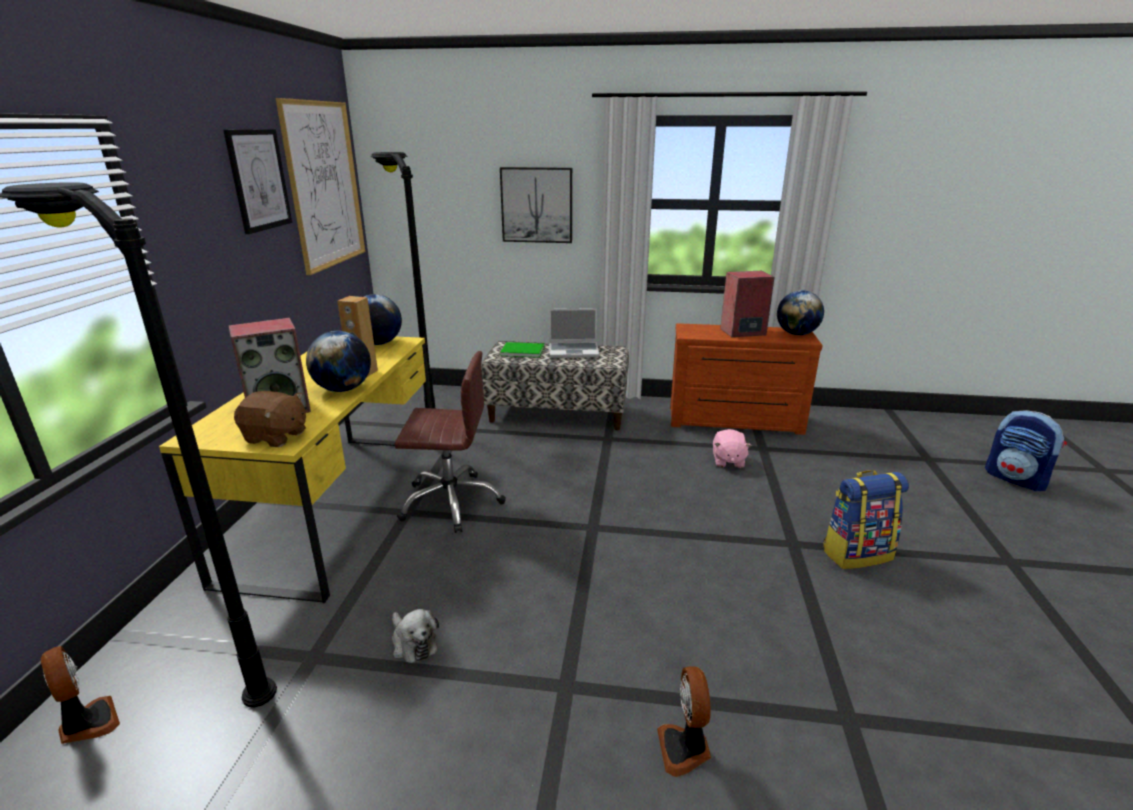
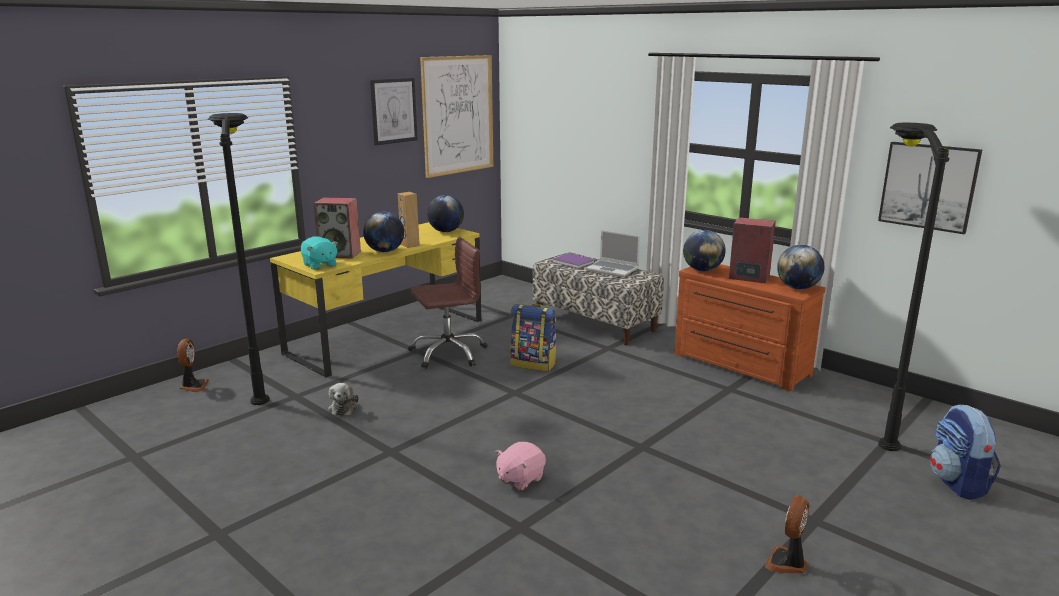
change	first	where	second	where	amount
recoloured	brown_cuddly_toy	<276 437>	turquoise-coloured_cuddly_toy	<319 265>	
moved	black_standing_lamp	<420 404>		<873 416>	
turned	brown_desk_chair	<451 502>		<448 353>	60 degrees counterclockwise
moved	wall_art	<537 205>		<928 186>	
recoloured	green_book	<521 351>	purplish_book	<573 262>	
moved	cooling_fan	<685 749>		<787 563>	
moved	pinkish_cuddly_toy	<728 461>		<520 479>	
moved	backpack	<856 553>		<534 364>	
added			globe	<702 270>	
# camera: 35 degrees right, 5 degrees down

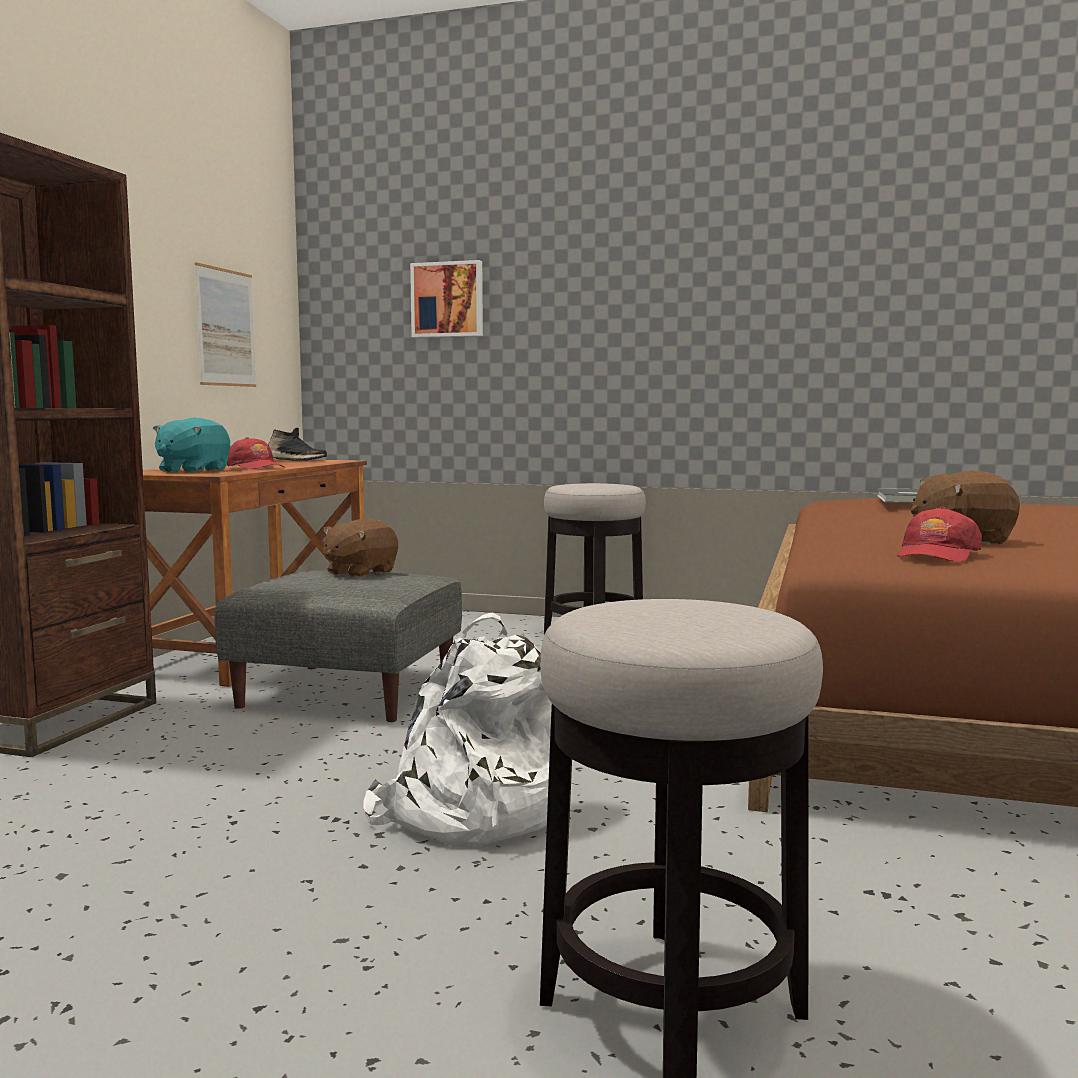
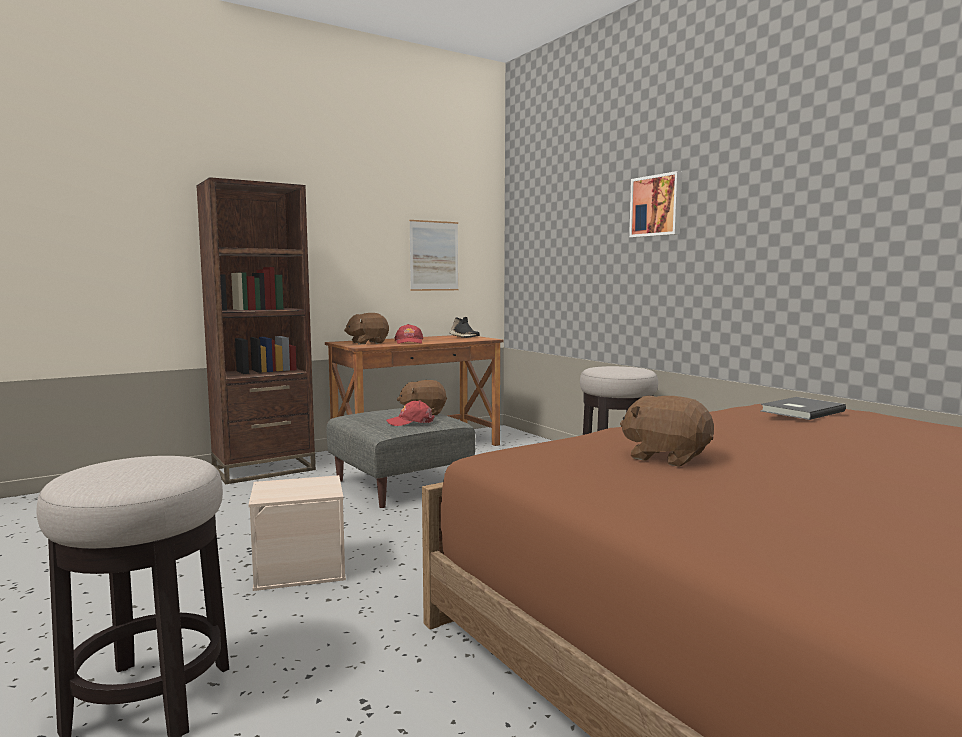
change	first	where	second	where	amount
recoloured	turquoise-coloured_cuddly_toy	<192 471>	brown_cuddly_toy	<367 343>	
replaced	white_backpack	<471 812>	beige-coloured_storage_bin	<301 569>	
moved	wall_art	<448 300>		<657 206>	
moved	red_peaked_cap	<937 554>		<410 422>	
# camera: 40 degrees right, 0 degrees up

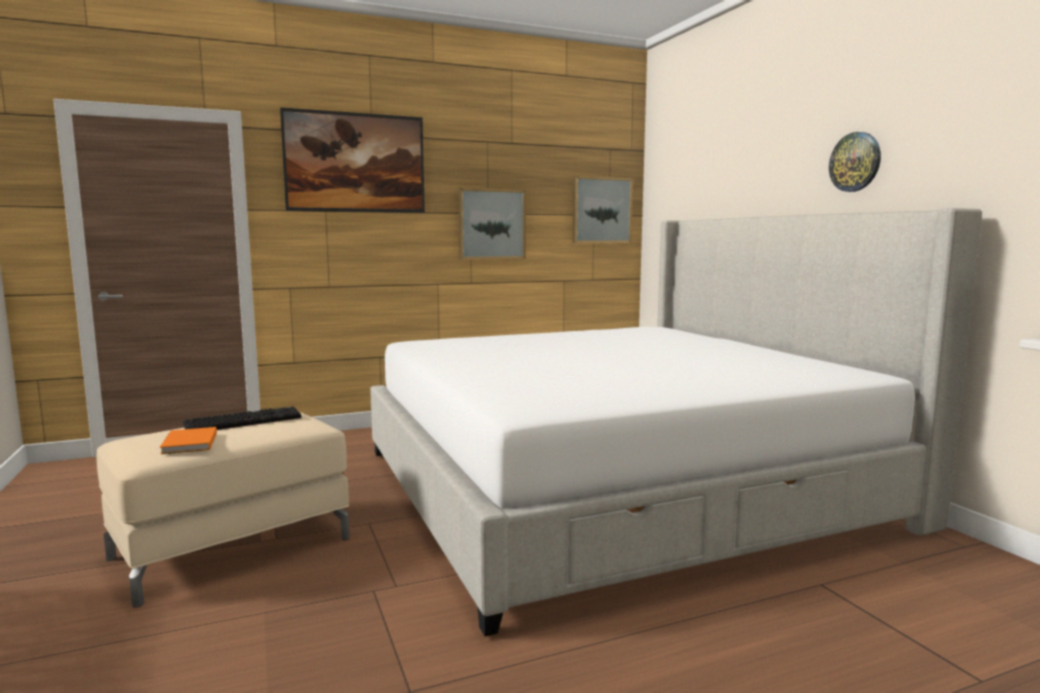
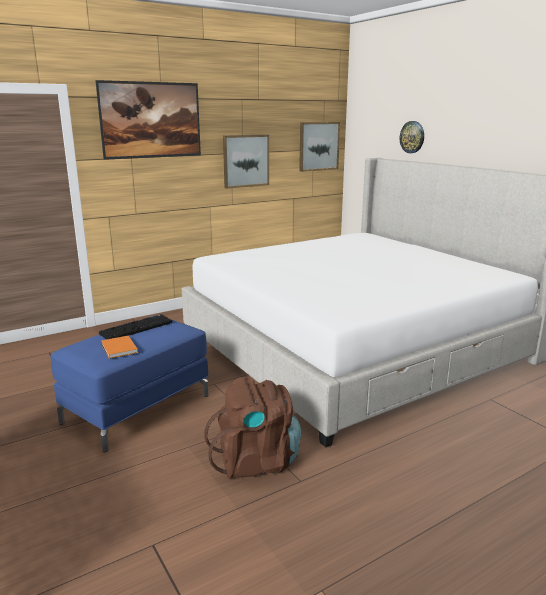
change	first	where	second	where	amount
recoloured	beige-coloured_footrest	<231 549>	blue_footrest	<137 409>	
moved	clock_on_the_wall	<855 162>		<412 137>	
added			brown_backpack	<256 461>	
# camera: 10 degrees left, 10 degrees up

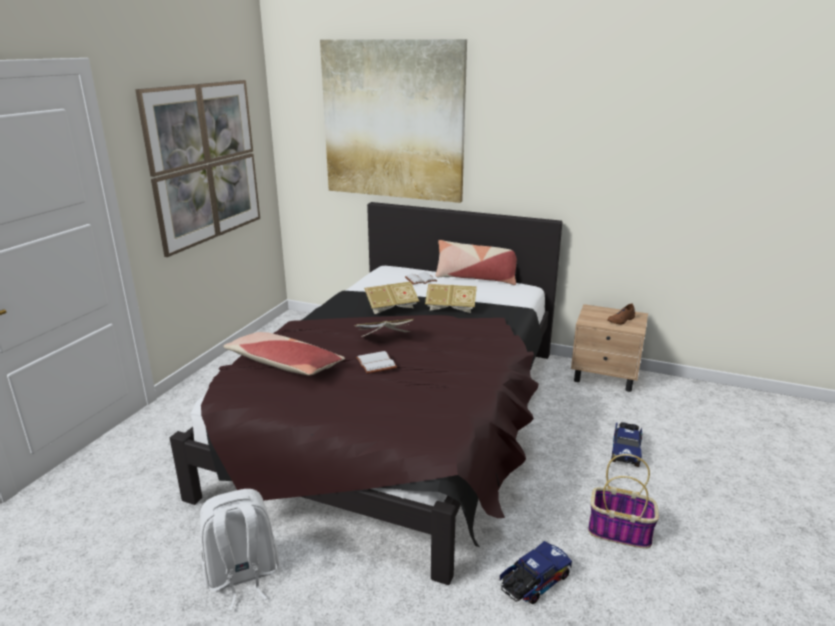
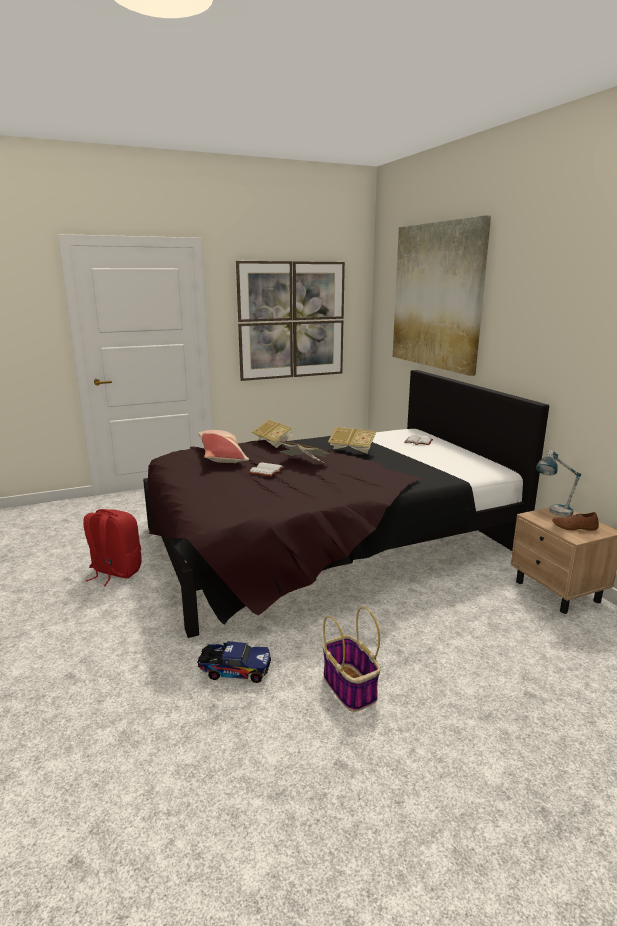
change	first	where	second	where	amount
recoloured	white_backpack	<242 576>	red_backpack	<115 572>	
moved	book	<450 308>		<273 442>	
removed	cushion	<475 278>			
removed	model_truck	<626 451>			
added			tabletop_lamp	<553 513>	
# camera: 45 degrees right, 5 degrees down

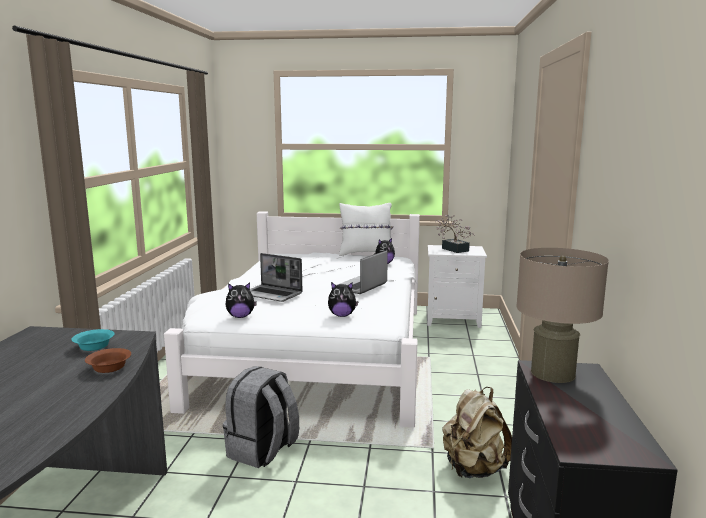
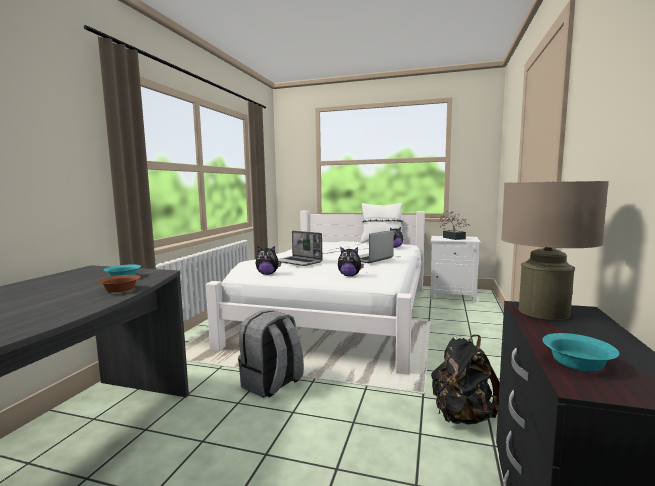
change	first	where	second	where	amount
recoloured	beige-coloured_backpack	<474 469>	black_backpack	<462 416>	
added			turquoise-coloured_bowl	<578 362>	
# camera: 10 degrees right, 5 degrees down

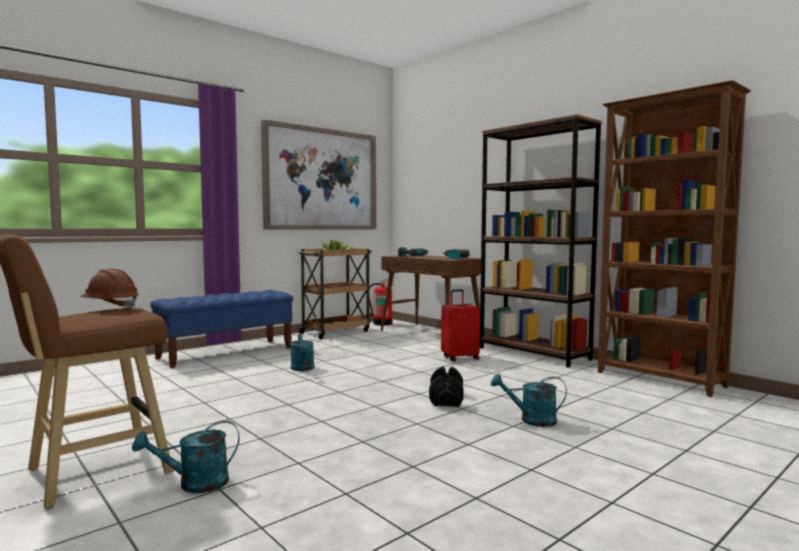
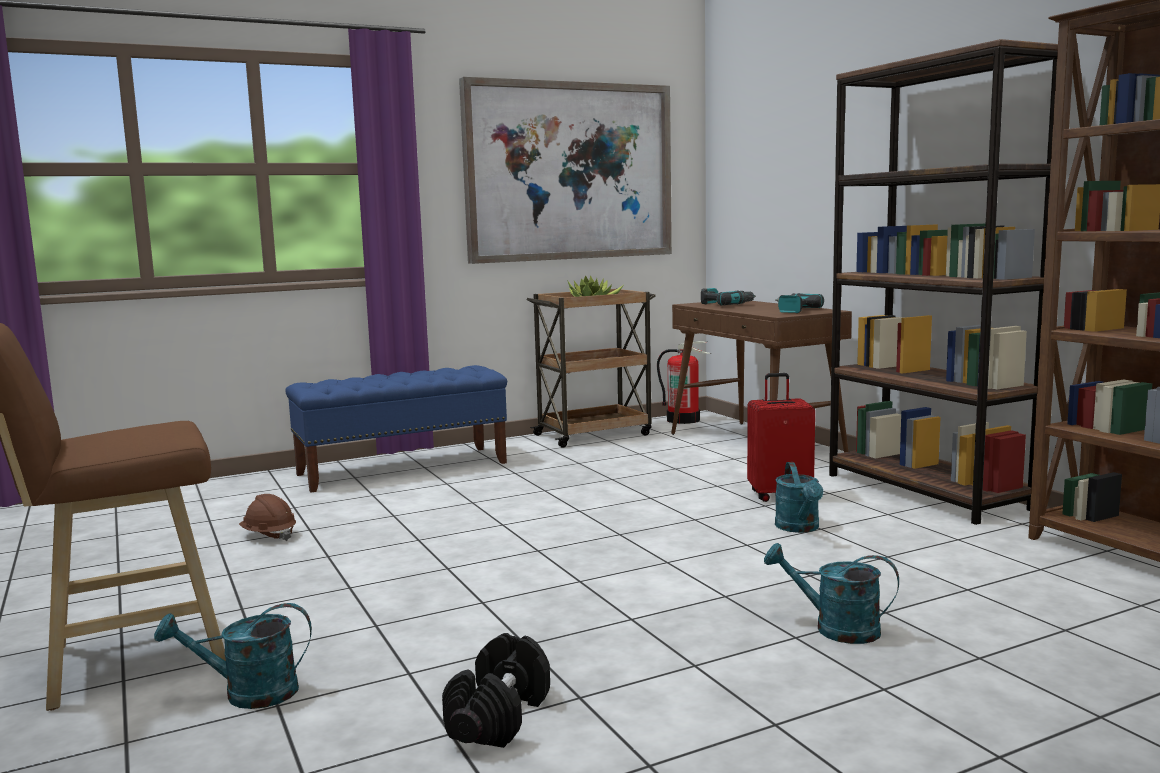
change	first	where	second	where	amount
moved	brown_work_helmet	<110 307>		<269 536>	
moved	turquoise-coloured_sprinkling_can	<303 369>		<799 528>	
moved	black_free_weight	<446 399>		<498 716>	
# camera: 15 degrees right, 5 degrees up

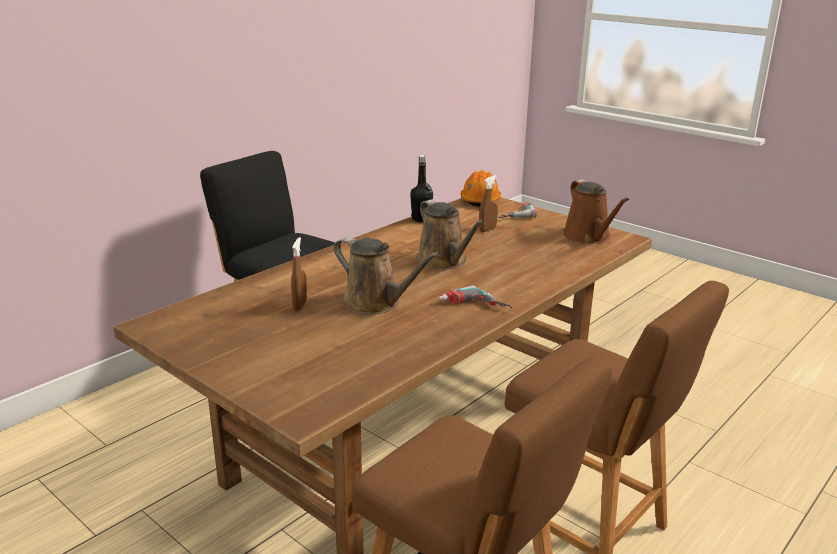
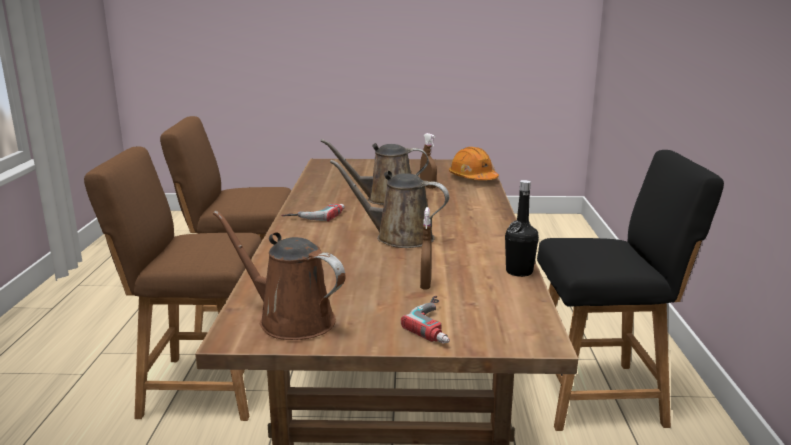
change	first	where	second	where	amount
moved	orangey_work_helmet	<480 200>		<472 178>	
# camera: 140 degrees right, 5 degrees down

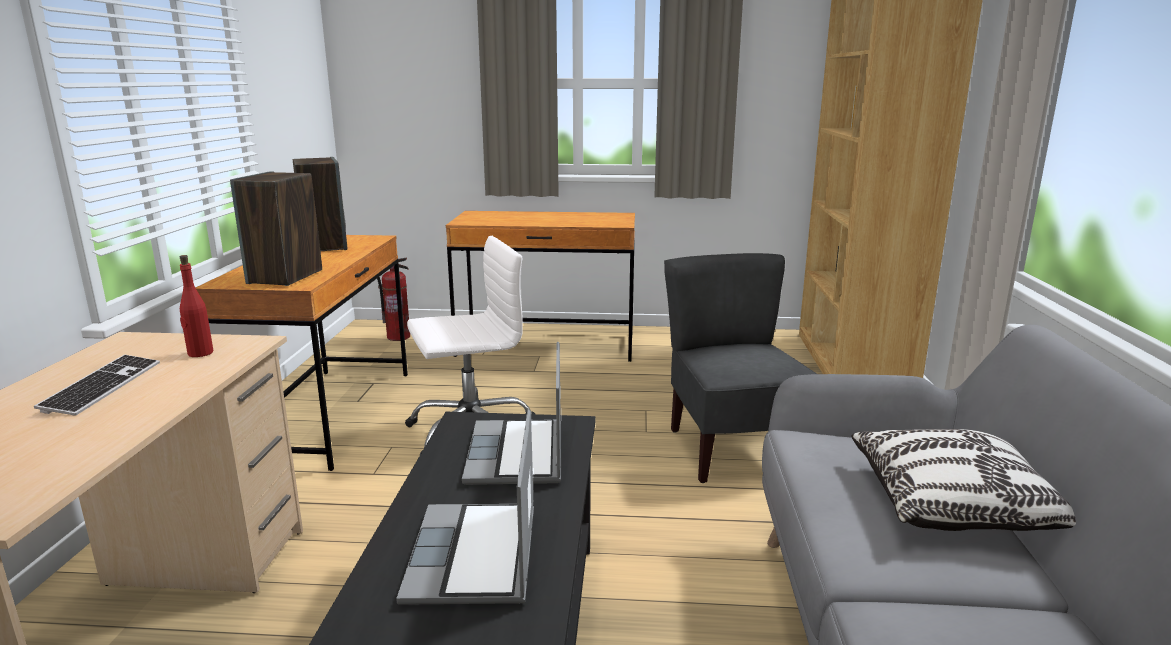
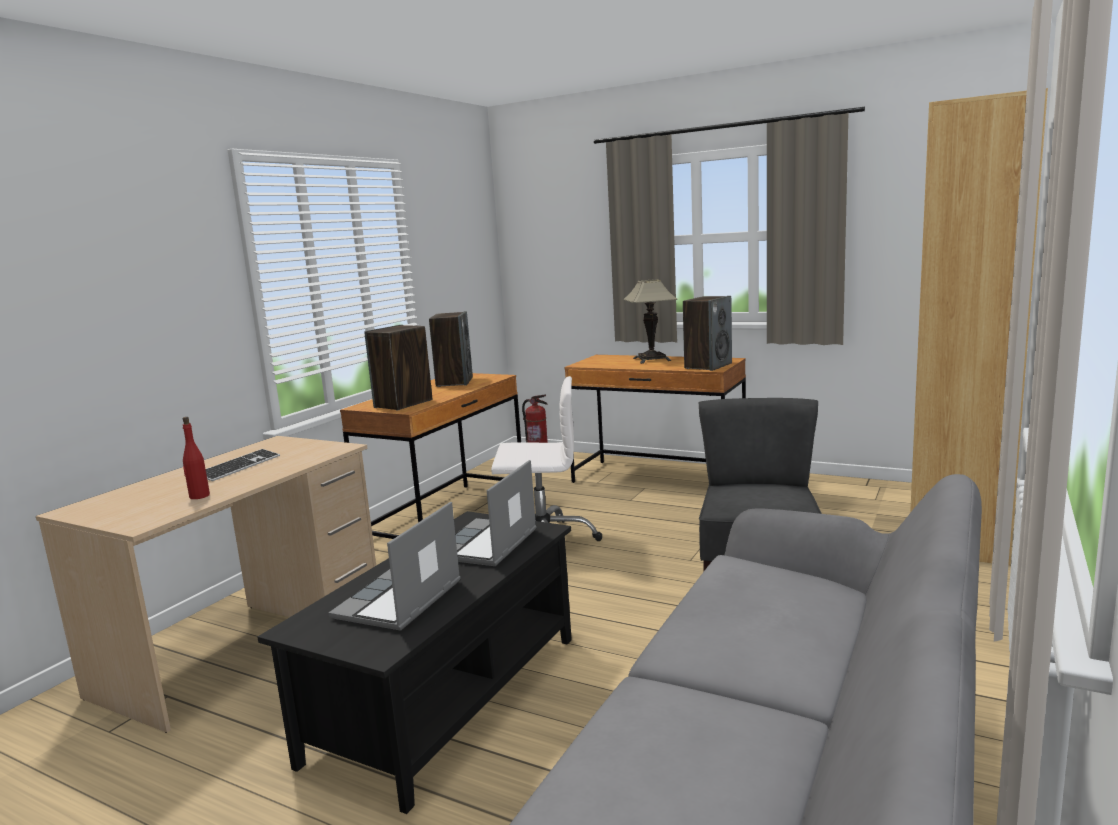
change	first	where	second	where	amount
moved	red_bottle	<200 353>		<199 496>	
removed	cushion	<954 505>			
added			tabletop_lamp	<651 359>	
added			speaker	<708 366>	
# camera: 25 degrees right, 5 degrees down

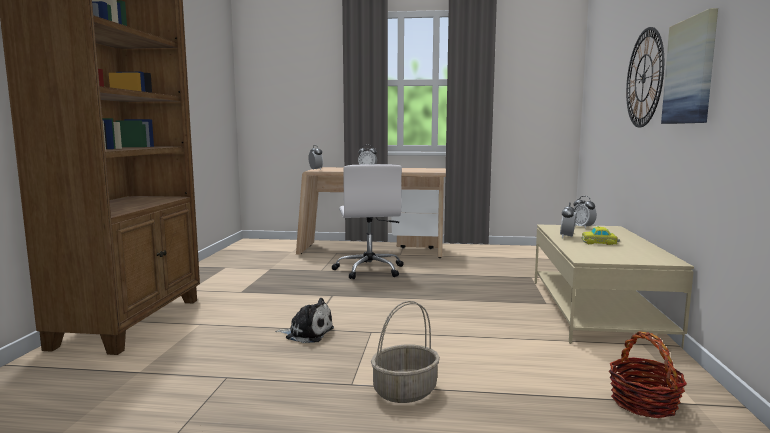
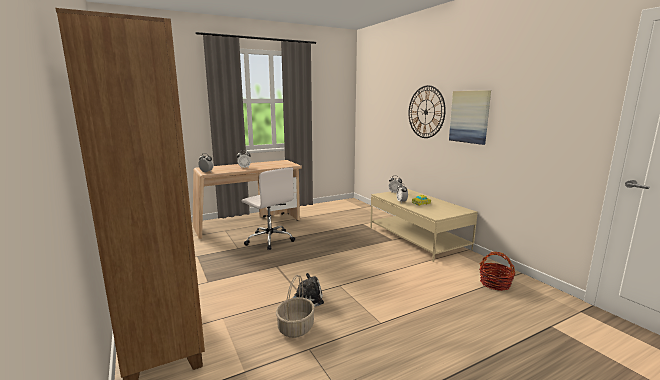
change	first	where	second	where	amount
moved	storage_basket	<405 391>		<295 327>	
# camera: 35 degrees left, 5 degrees up

